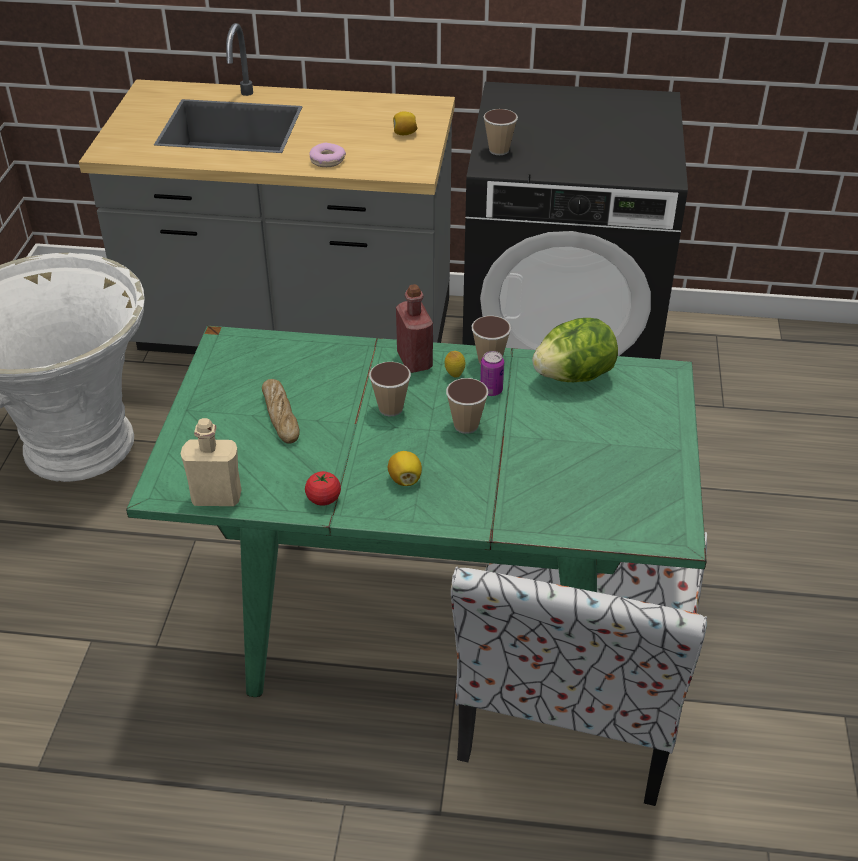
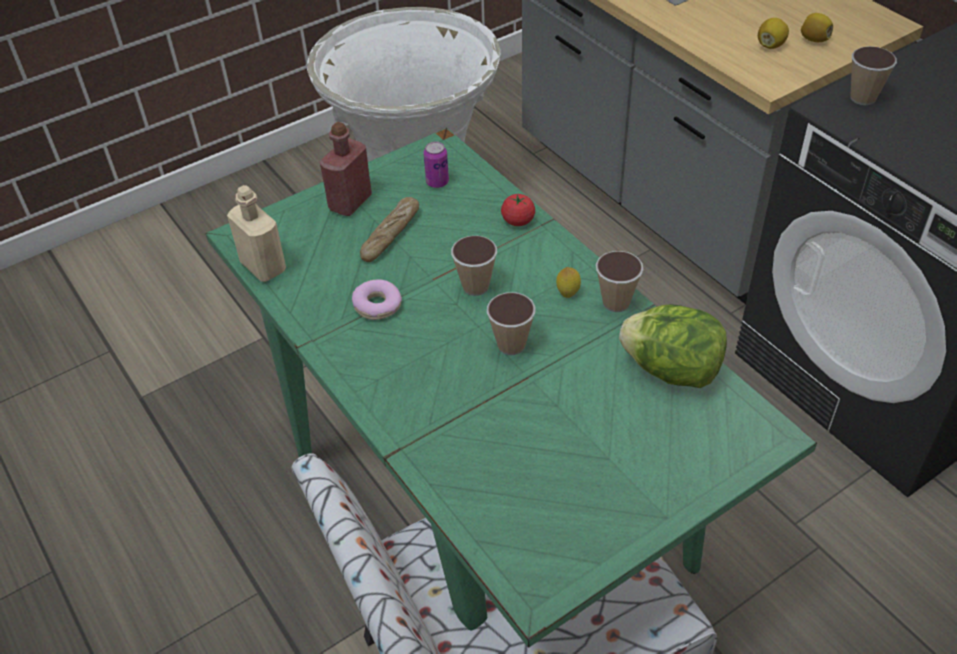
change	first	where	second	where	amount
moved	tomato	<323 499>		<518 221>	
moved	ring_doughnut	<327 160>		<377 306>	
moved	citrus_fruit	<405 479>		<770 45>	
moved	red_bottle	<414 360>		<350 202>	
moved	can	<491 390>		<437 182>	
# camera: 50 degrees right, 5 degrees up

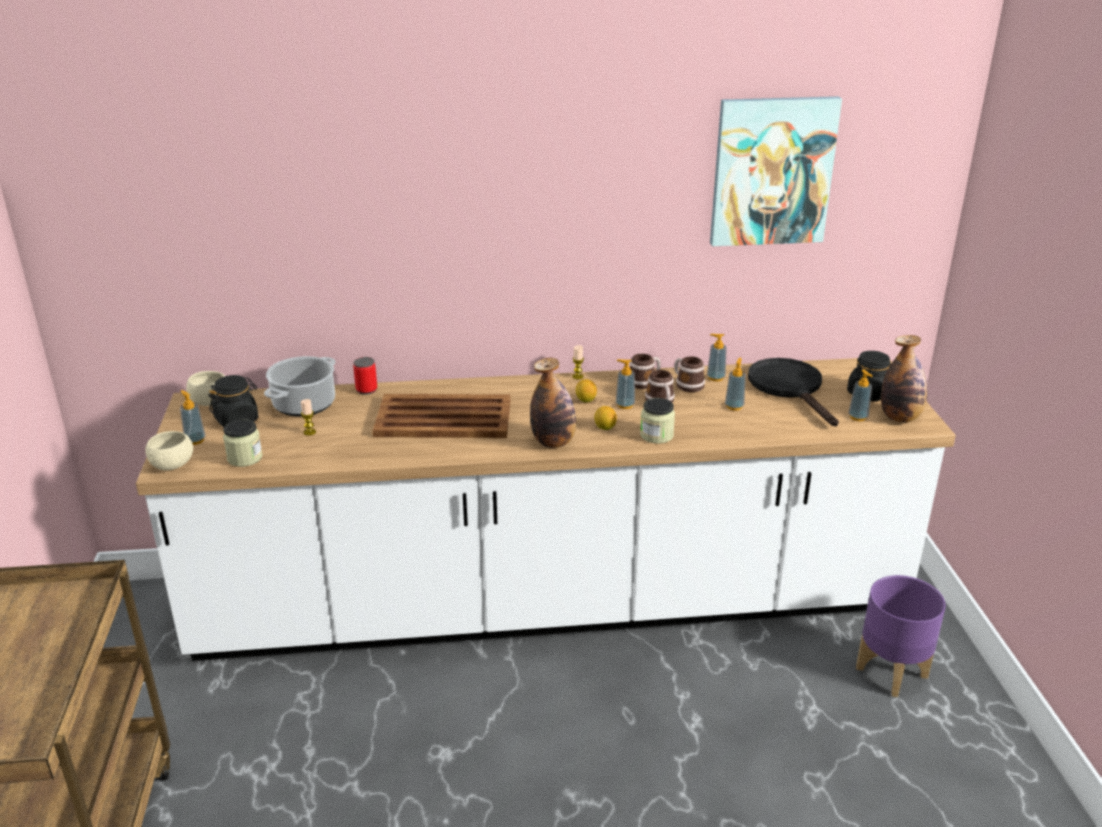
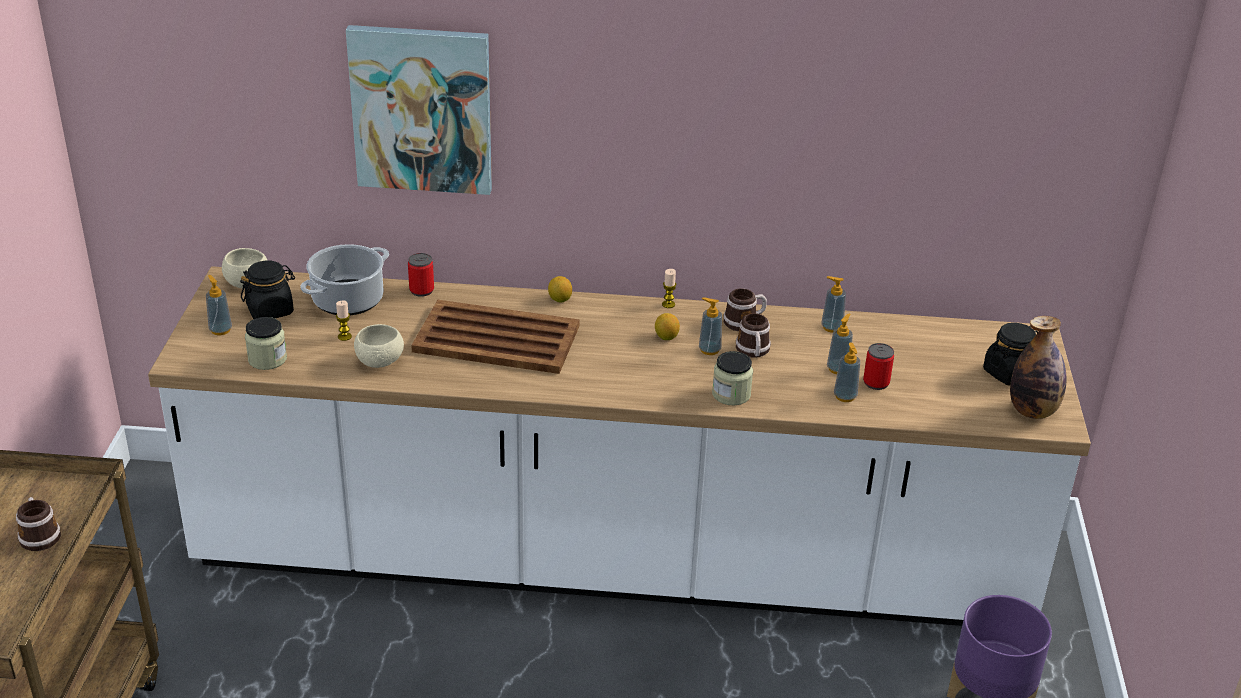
change	first	where	second	where	amount
moved	beige-coloured_bowl	<172 465>		<380 362>	
removed	bottle	<553 442>			
moved	citrus_fruit	<605 428>		<560 299>	
moved	coffee_mug	<687 384>		<39 535>	
moved	wall_art	<772 171>		<422 109>	
removed	black_frying_pan	<790 388>			
moved	soap_bottle	<858 417>		<845 396>	
added			can	<876 383>	
# camera: 10 degrees right, 5 degrees up

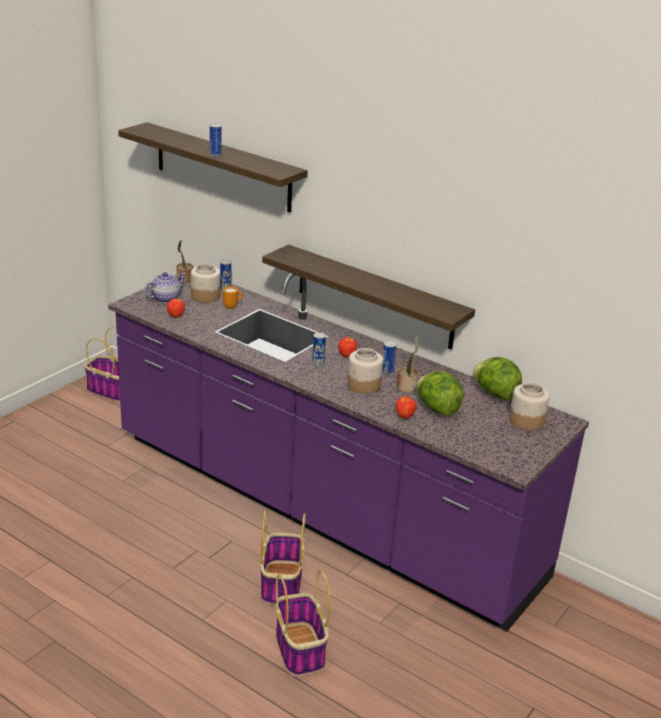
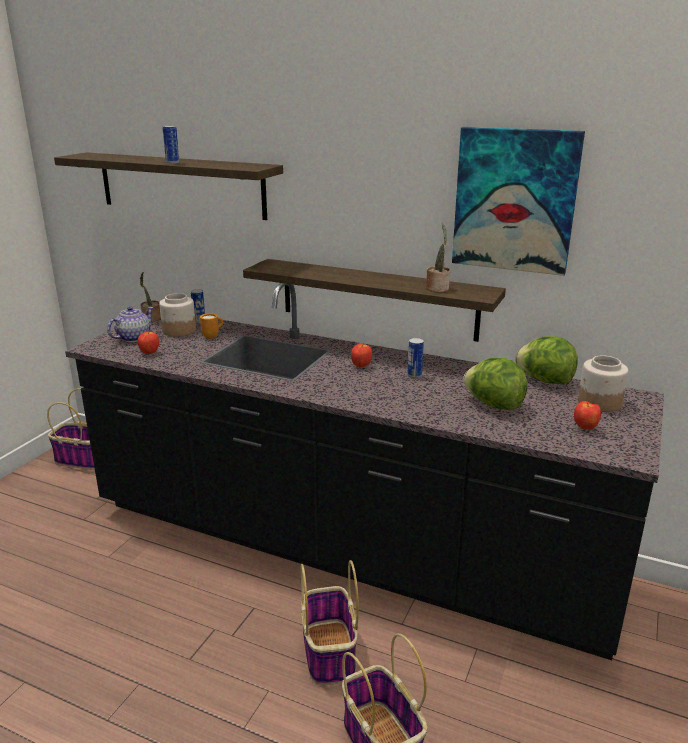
change	first	where	second	where	amount
recoloured	purplish_counter	<320 507>	black_counter	<344 547>	
removed	can	<318 363>			
removed	jar	<363 385>			
moved	apple_fruit	<404 417>		<585 428>	
moved	potted_plant	<407 386>		<437 288>	
added			wall_art	<515 200>	
# camera: 10 degrees left, 5 degrees down

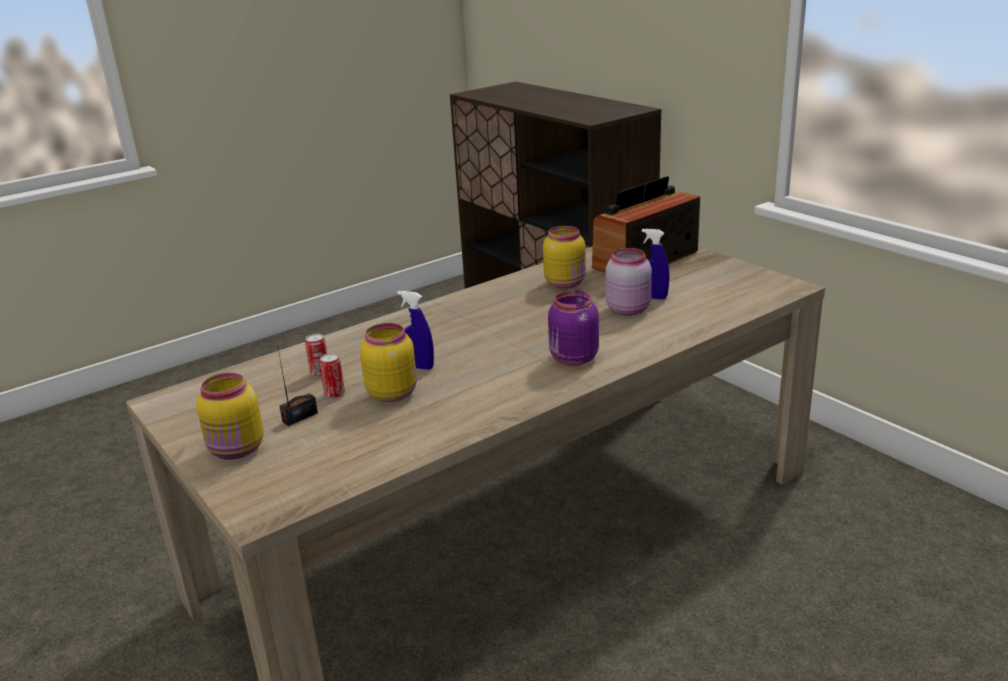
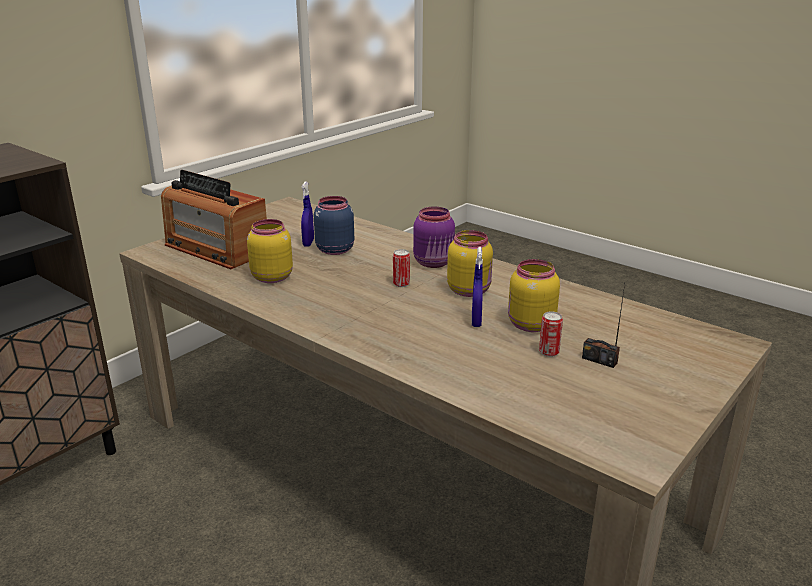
change	first	where	second	where	amount
moved	yellow-coloured_jar	<237 450>		<469 290>	
moved	can	<320 373>		<401 284>	
recoloured	pinkish_jar	<629 309>	blue_jar	<334 250>	
# camera: 105 degrees left, 0 degrees up

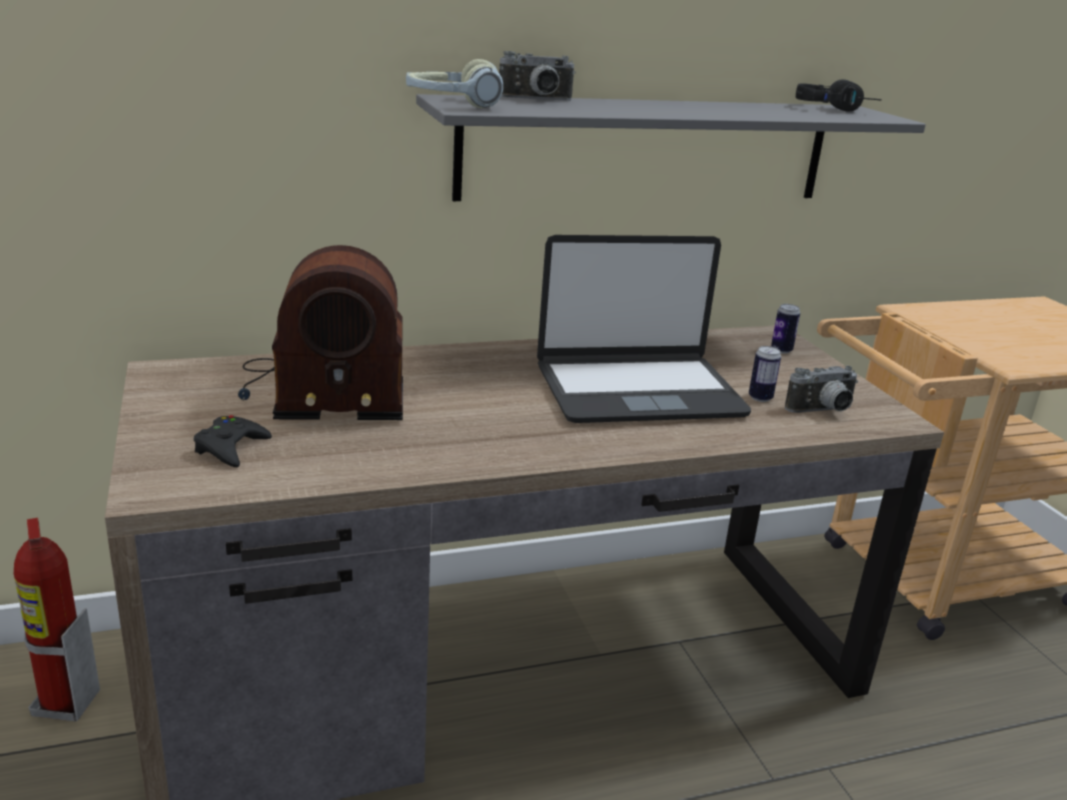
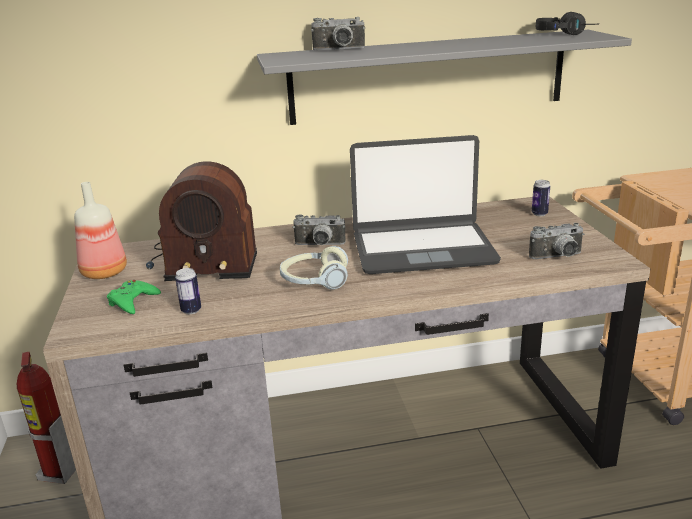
change	first	where	second	where	amount
recoloured	black_gamepad	<231 448>	green_gamepad	<133 301>	
moved	headphones	<453 103>		<314 281>	
moved	can	<760 398>		<191 310>	
added			bottle	<103 273>	
added			photo_camera	<319 245>	
# camera: 10 degrees right, 0 degrees up

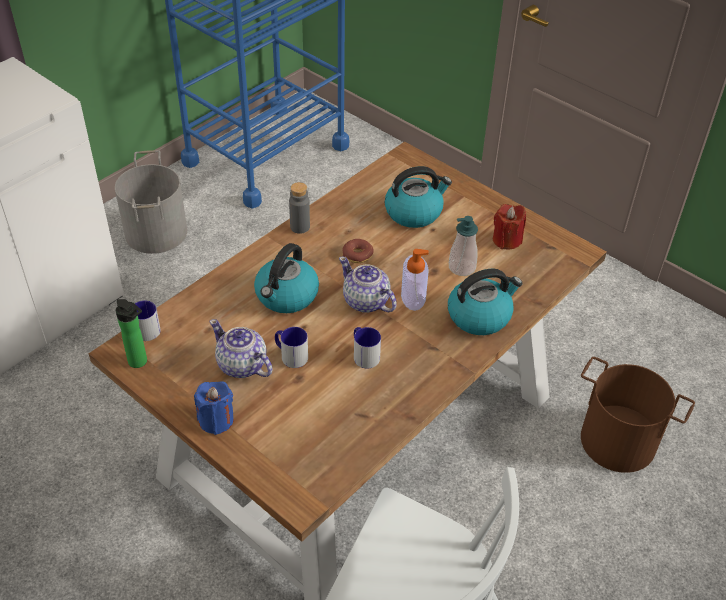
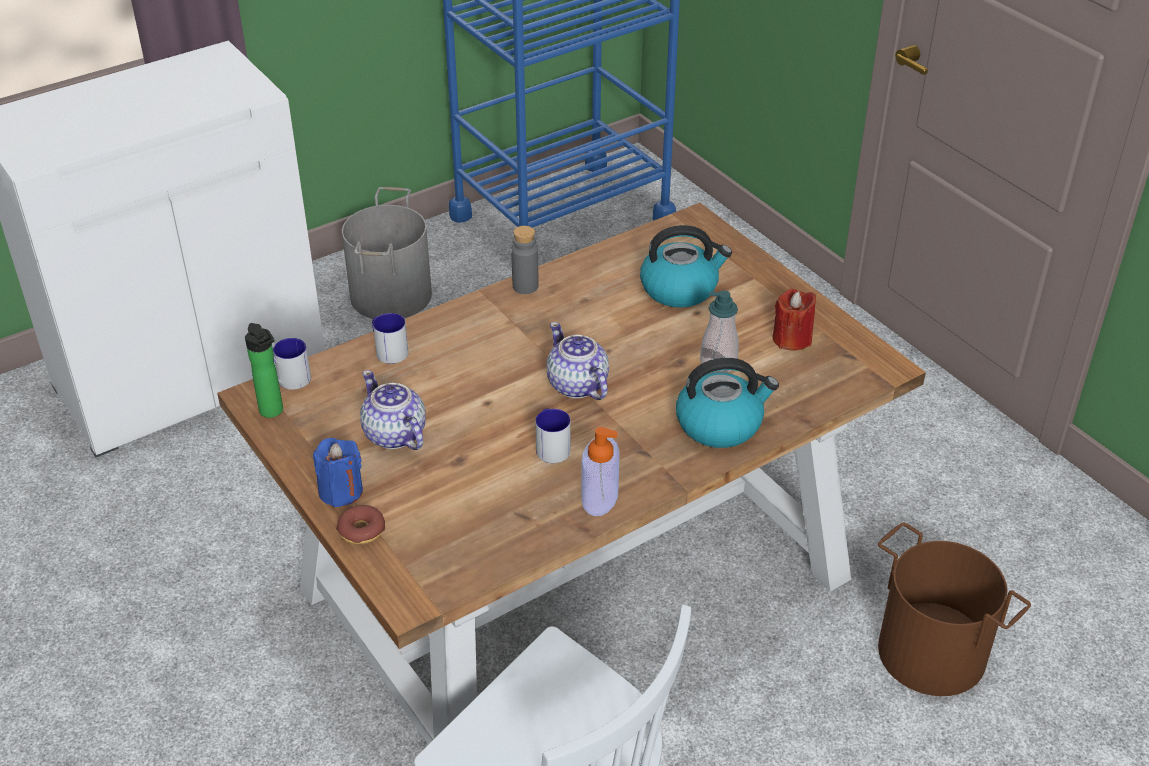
change	first	where	second	where	amount
removed	kettle	<286 296>			
moved	coffee_mug	<290 355>		<388 350>	
moved	ring_doughnut	<357 255>		<361 531>	
moved	soap_bottle	<413 296>		<599 496>	
# camera: 15 degrees right, 5 degrees down

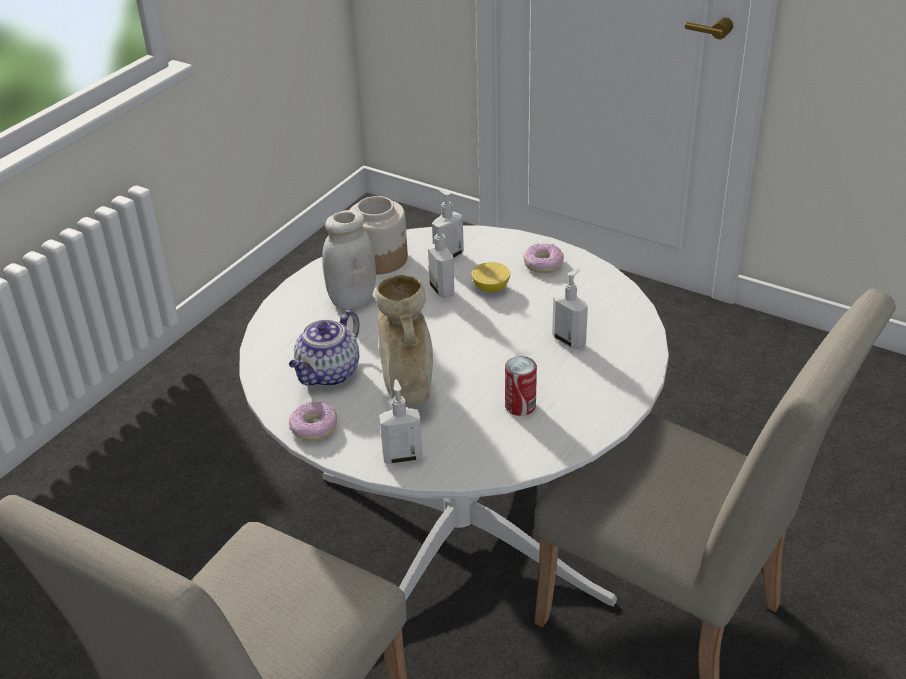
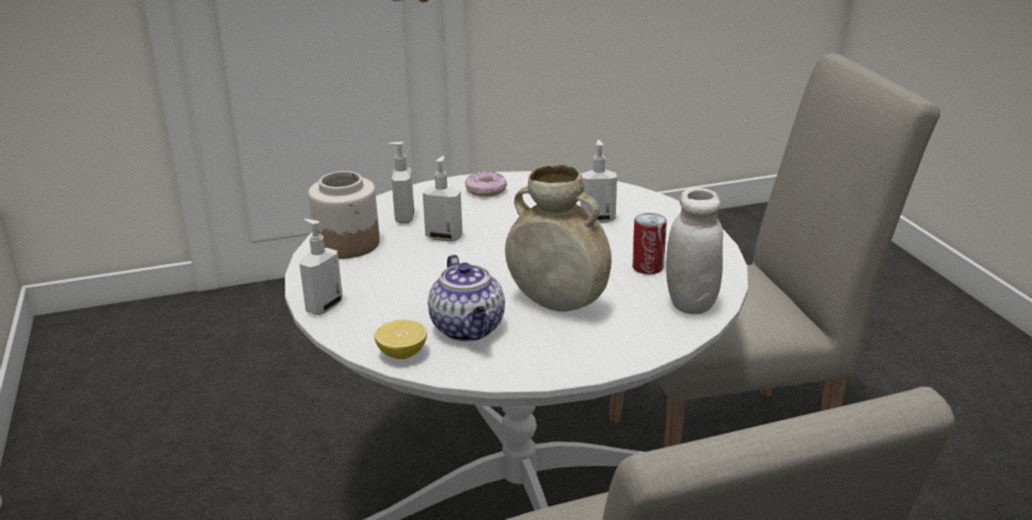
change	first	where	second	where	amount
removed	ring_doughnut	<313 427>			
moved	white_jar	<352 299>		<691 303>	
moved	soap_bottle	<402 457>		<323 306>	
moved	citrus_fruit	<491 288>		<402 354>	
# camera: 50 degrees left, 10 degrees down

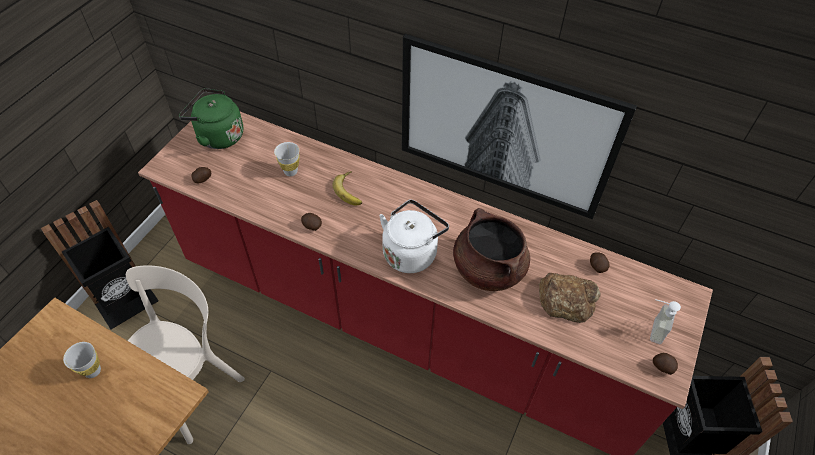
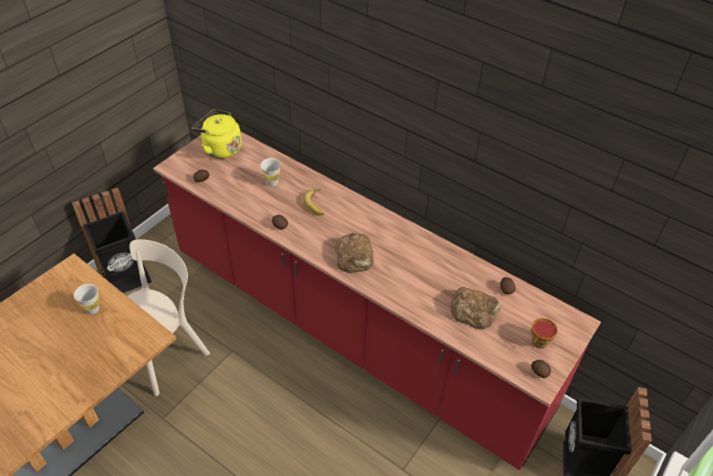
change	first	where	second	where	amount
recoloured	green_kettle	<218 136>	yellow-coloured_kettle	<220 148>	
replaced	white_kettle	<411 252>	bread	<355 257>	
removed	wall_art	<504 129>			
removed	brown_saucepot	<487 269>			
replaced	soap_bottle	<651 329>	small_cup	<538 343>	
# camera: 10 degrees right, 5 degrees down

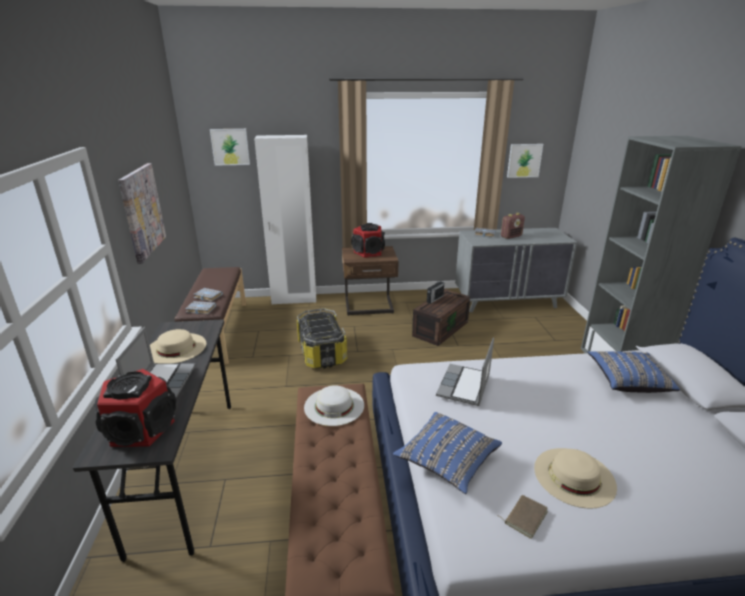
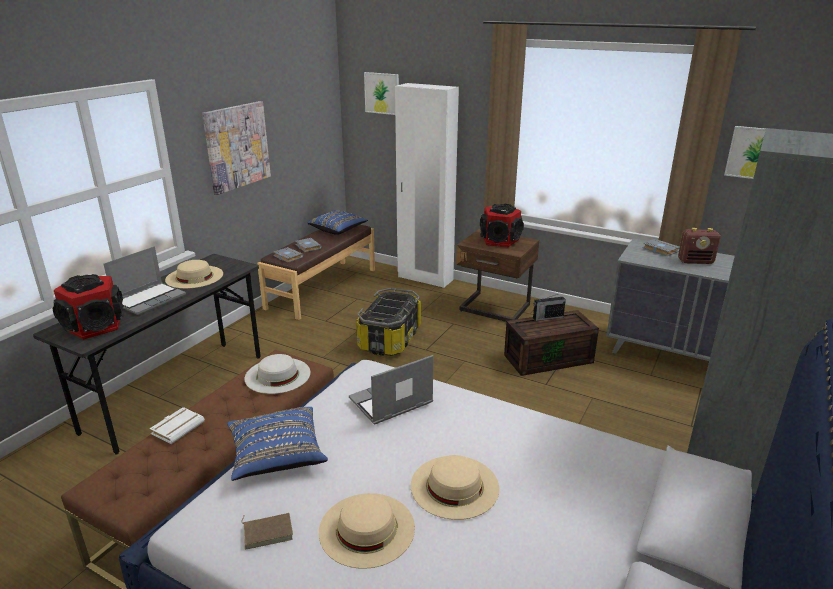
change	first	where	second	where	amount
moved	blue_cushion	<628 381>		<338 230>	
added			white_book	<178 427>	
added			beige-coloured_wearable_hat	<454 486>	
# camera: 35 degrees right, 0 degrees up

